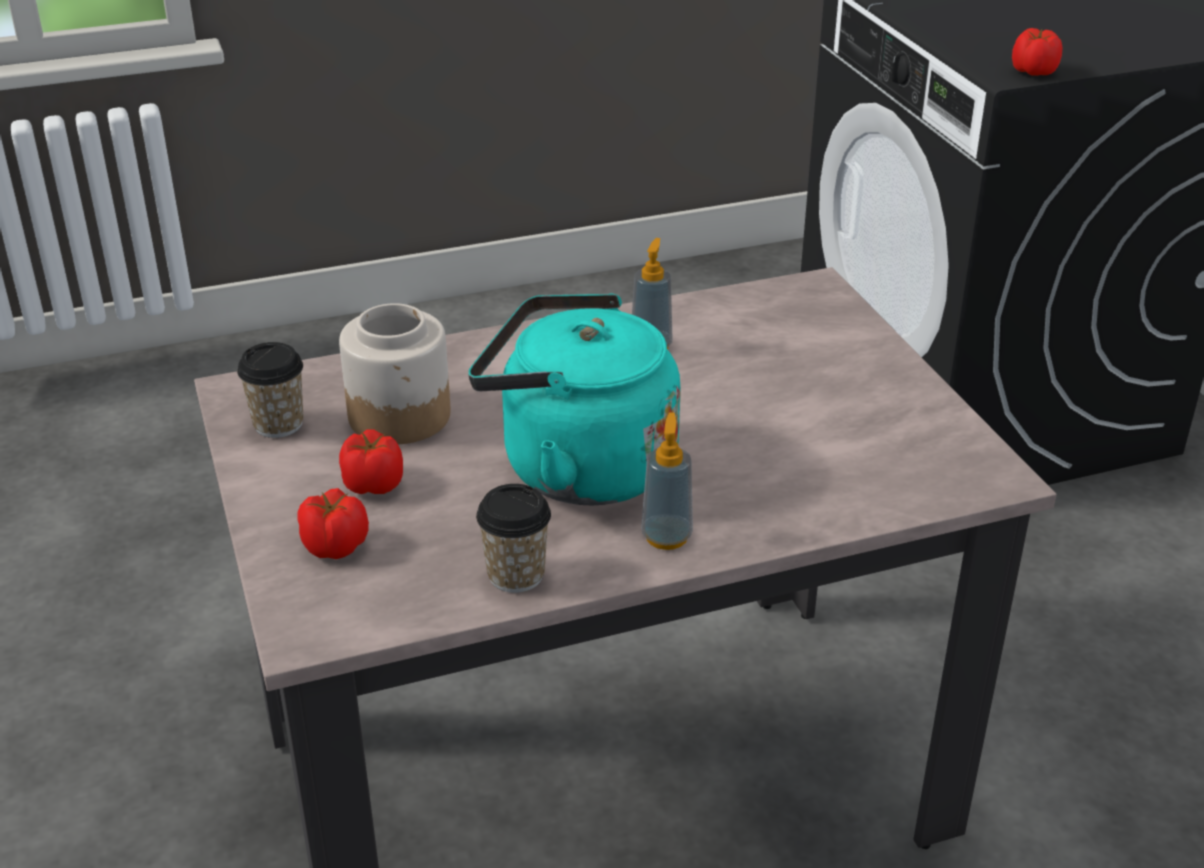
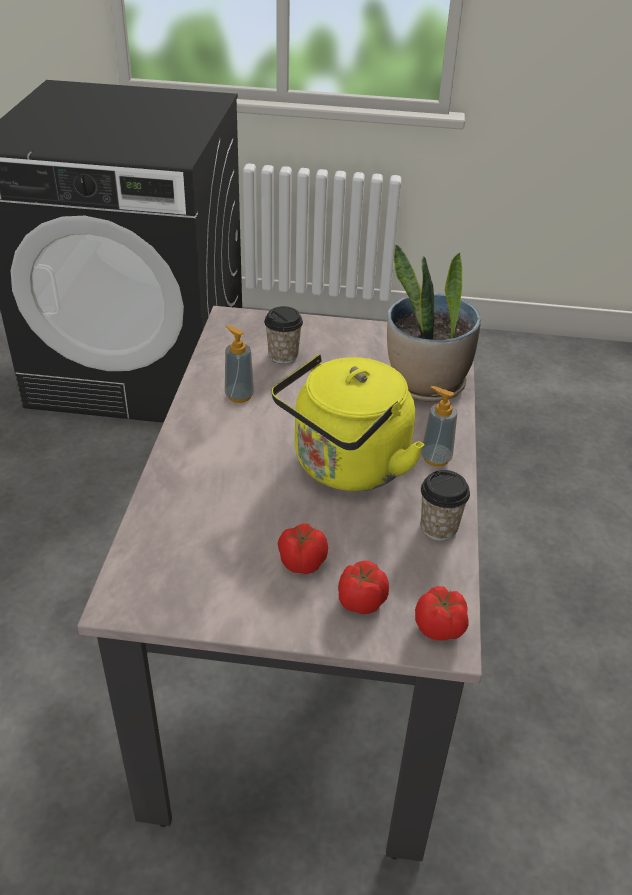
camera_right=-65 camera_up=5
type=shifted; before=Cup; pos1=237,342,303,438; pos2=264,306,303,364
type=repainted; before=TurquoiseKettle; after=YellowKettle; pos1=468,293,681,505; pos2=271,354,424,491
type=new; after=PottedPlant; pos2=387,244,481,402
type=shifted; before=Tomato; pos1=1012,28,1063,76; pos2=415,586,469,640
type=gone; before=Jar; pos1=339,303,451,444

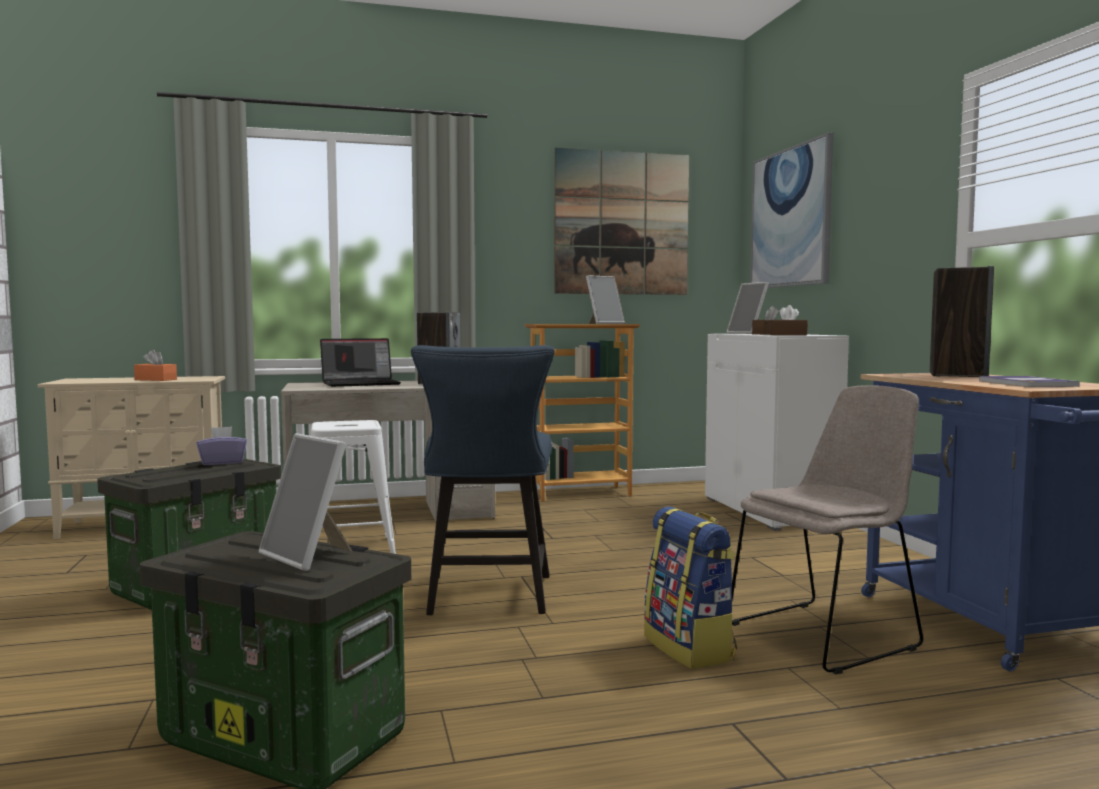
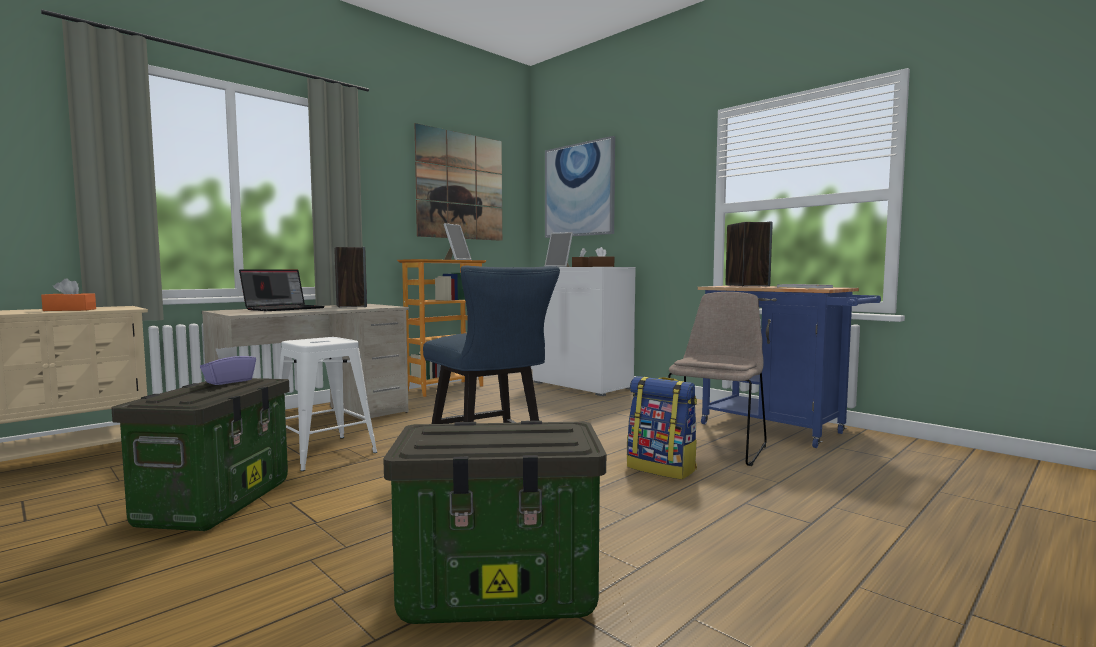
camera_right=-30 camera_up=0
type=gone; before=PictureFrame; pos1=259,433,352,571

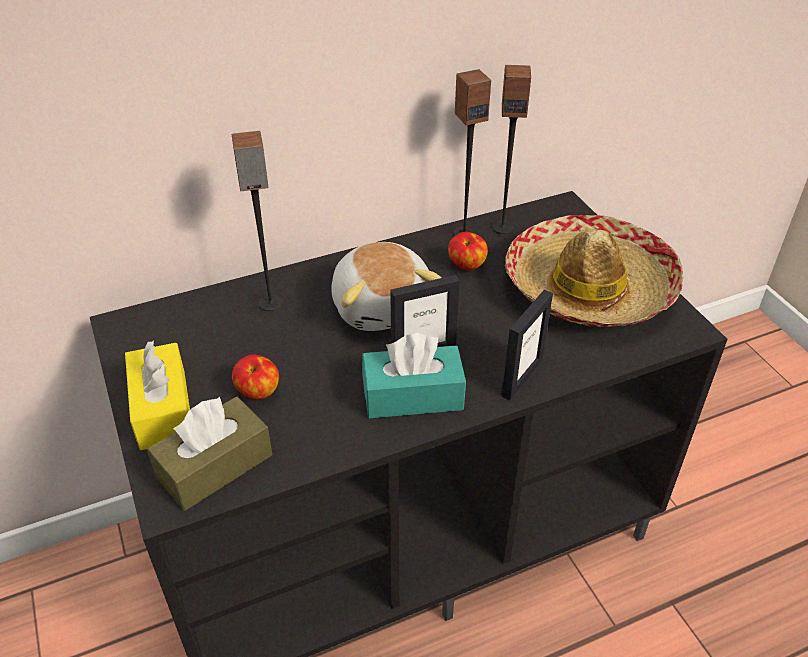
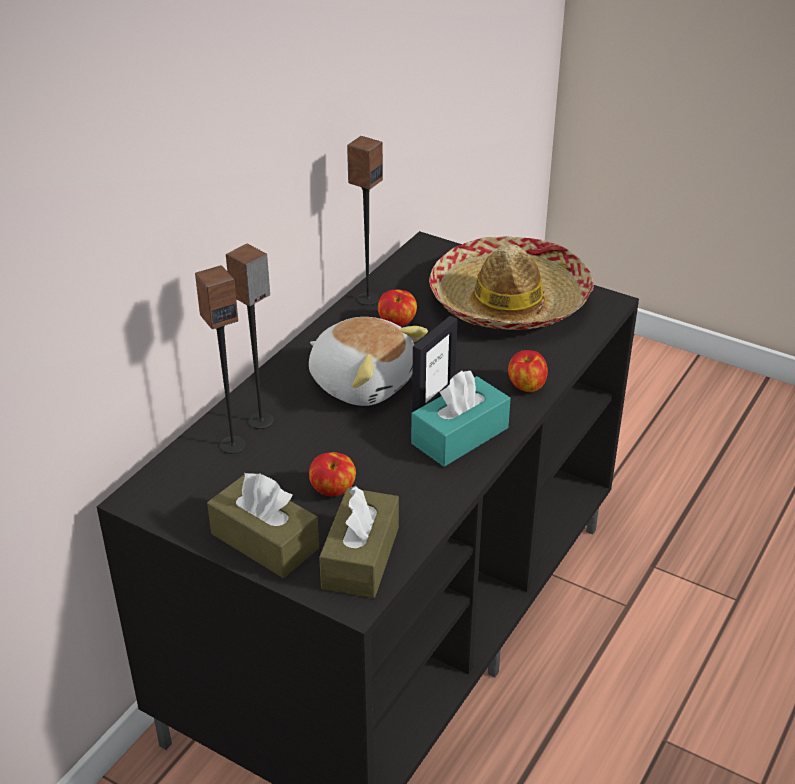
camera_right=-35 camera_up=-5
type=shifted; before=Speaker; pos1=492,65,531,234; pos2=195,265,246,454
type=repainted; before=YellowTissueBox; after=BrownTissueBox; pos1=125,340,190,450; pos2=207,473,319,578
type=swapped; before=PictureFrame; after=Apple; pos1=501,290,553,400; pos2=508,350,548,392

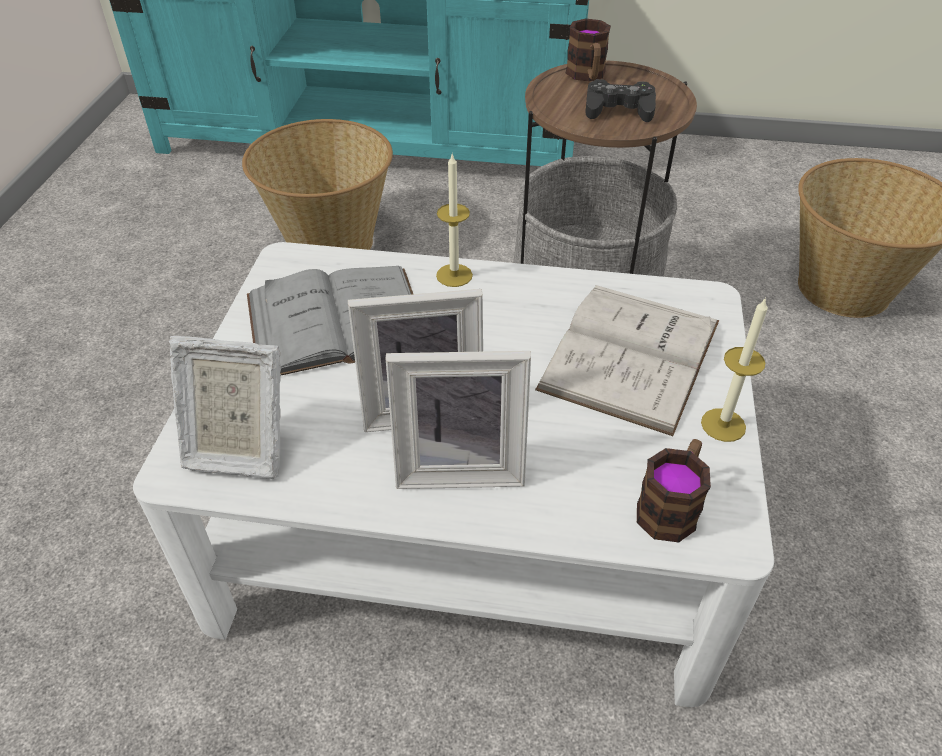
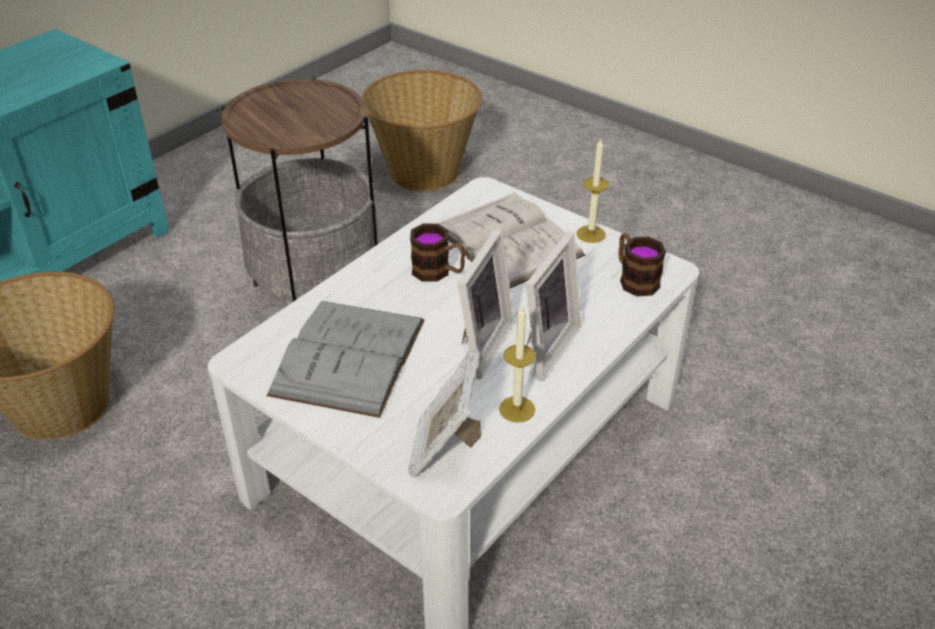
camera_right=-60 camera_up=-5
type=rotated; before=PictureFrame; pos1=169,336,281,479; pos2=408,350,481,478; turn=150
type=shifted; before=Mug; pos1=566,19,611,82; pos2=410,224,465,282
type=shifted; before=Candle; pos1=436,154,473,287; pos2=499,306,536,423
type=gone; before=BlackGameController; pos1=585,79,656,122

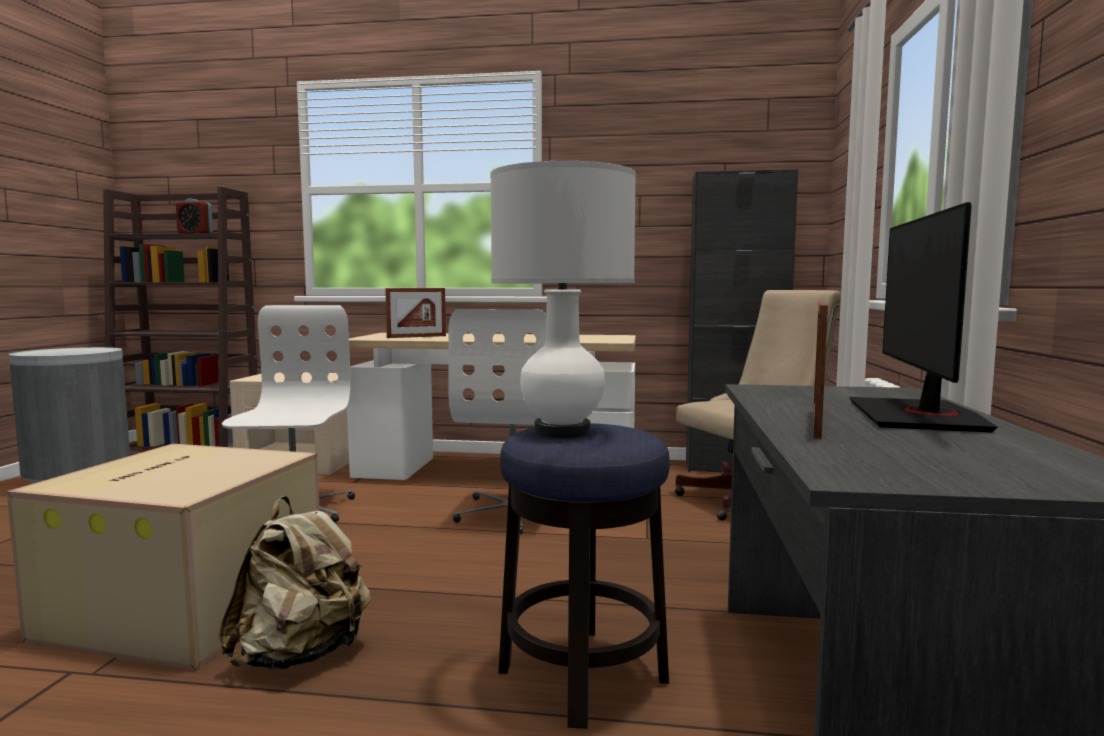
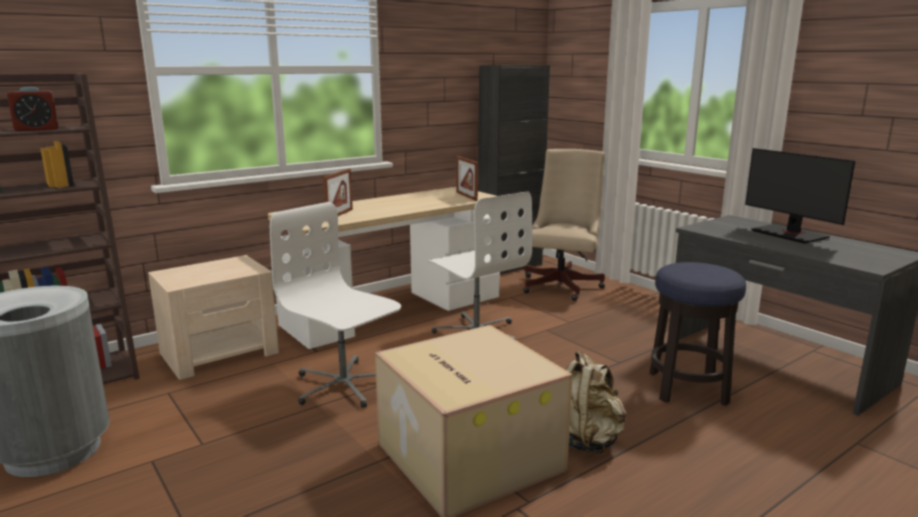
camera_right=-45 camera_up=10
type=shifted; before=PictureFrame; pos1=813,302,828,439; pos2=457,156,478,201
type=gone; before=WhiteTableLamp; pos1=490,161,636,438

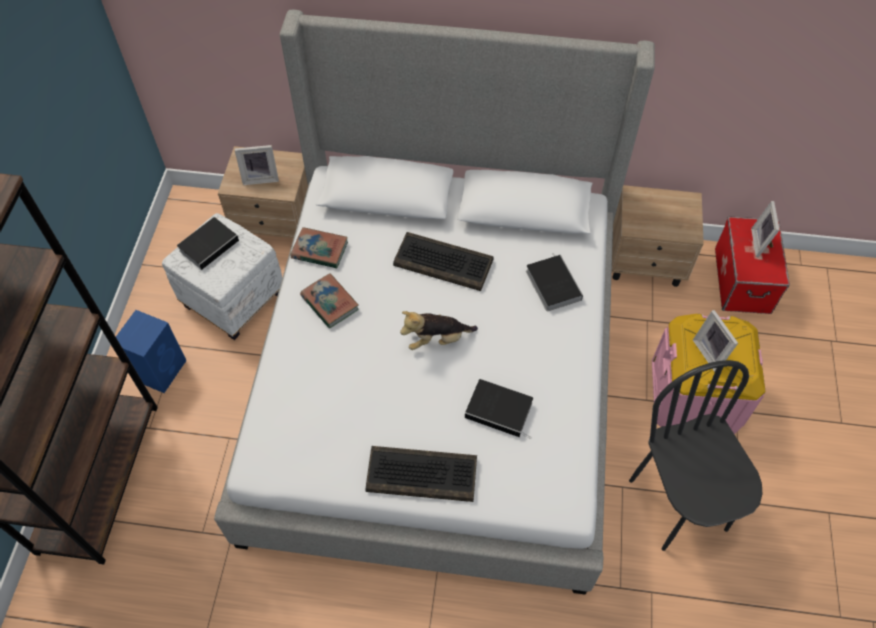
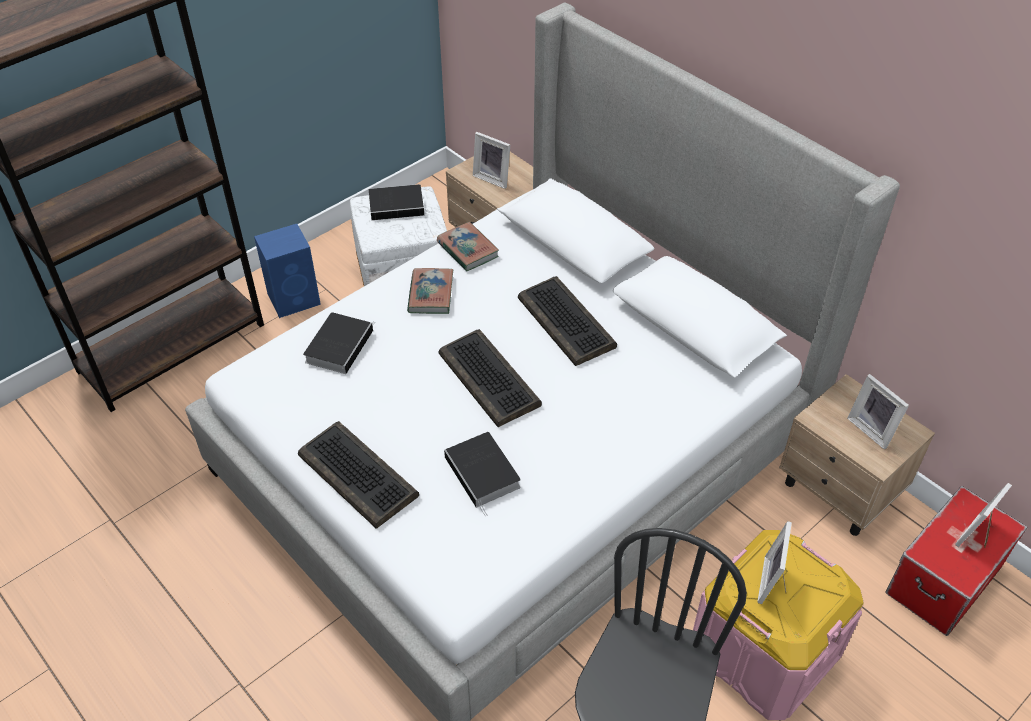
camera_right=40 camera_up=-10
type=shifted; before=Book; pos1=526,254,583,312; pos2=303,312,375,374
type=swapped; before=PlushToy; after=Keyboard; pos1=400,311,478,350; pos2=438,329,542,427
type=new; after=PictureFrame; pos2=847,374,909,450

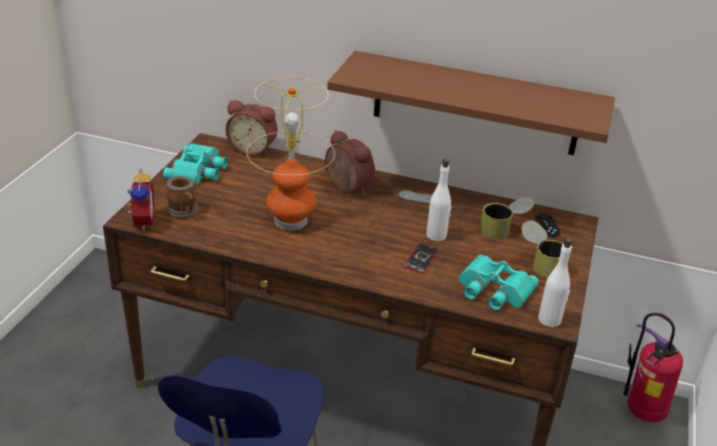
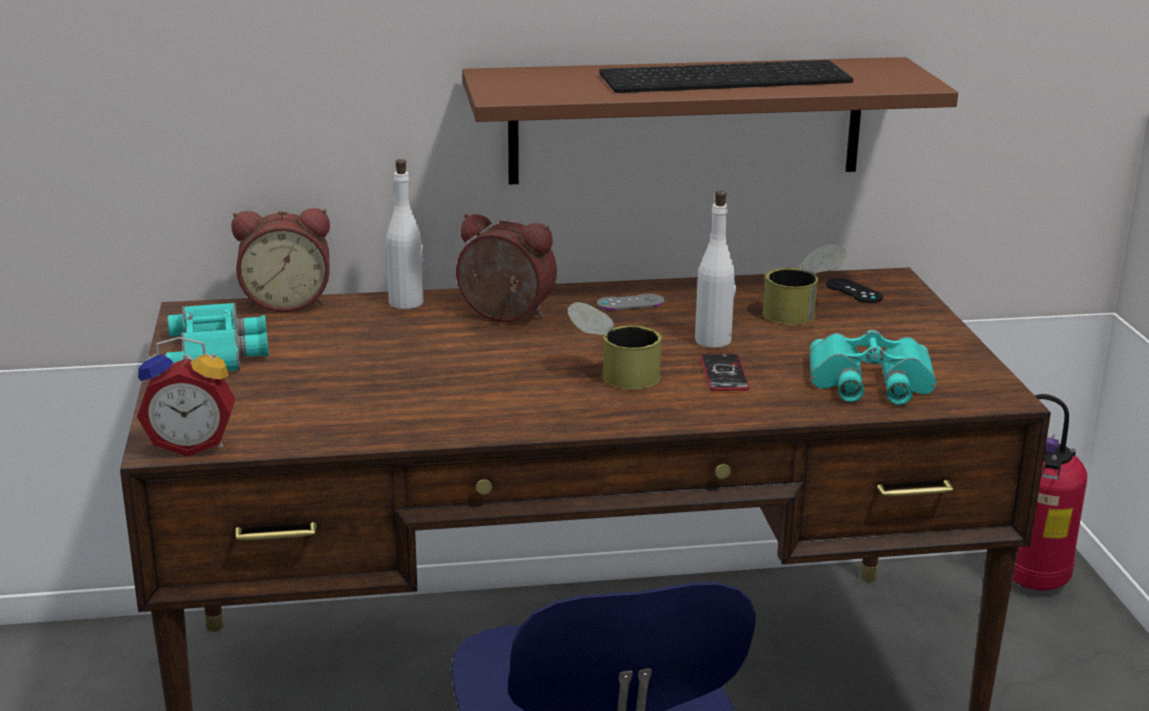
camera_right=-25 camera_up=-10
type=rotated; before=AlarmClock; pos1=127,169,155,231; pos2=137,337,235,457; turn=120
type=shifted; before=WhiteBottle; pos1=538,237,572,327; pos2=386,159,423,309
type=shifted; before=Can; pos1=522,220,563,278; pos2=567,302,662,389
type=new; after=Keyboard; pos2=599,60,853,93
type=gone; before=Mug; pos1=166,176,199,219
type=gone; before=TableLamp; pos1=247,78,335,231

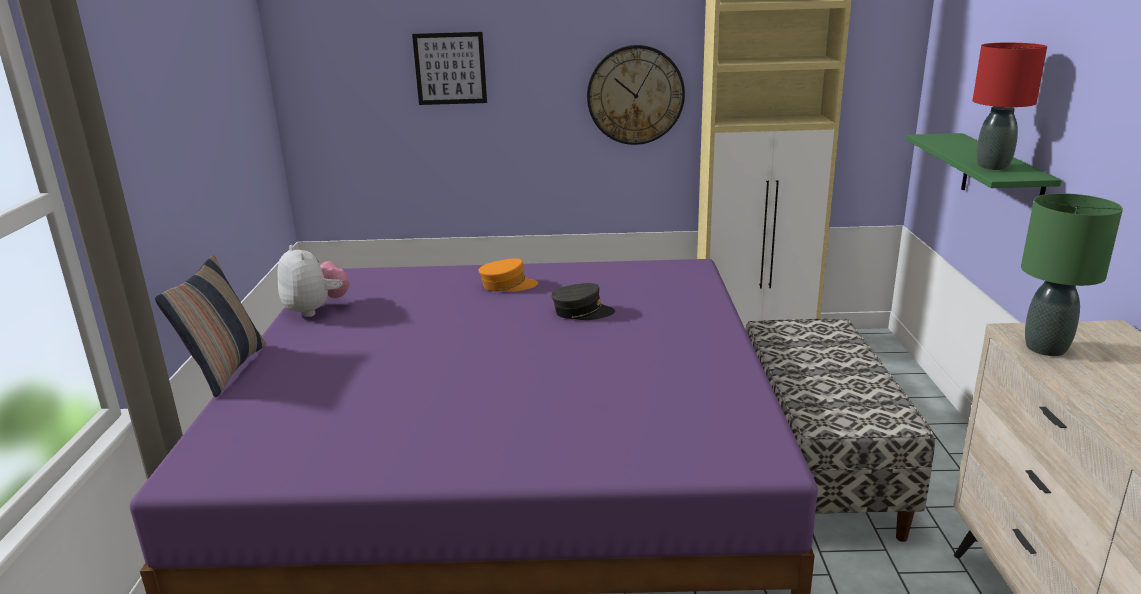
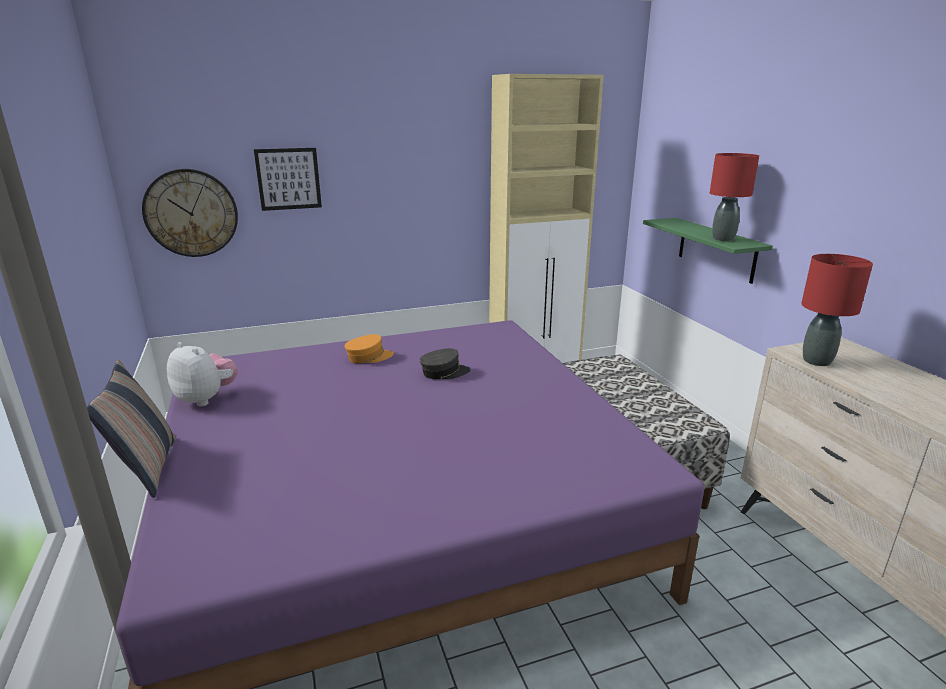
camera_right=-20 camera_up=0
type=shifted; before=WallClock; pos1=587,45,685,145; pos2=142,169,238,257
type=repainted; before=GreenTableLamp; after=RedTableLamp; pos1=1021,193,1123,356; pos2=801,254,873,366

